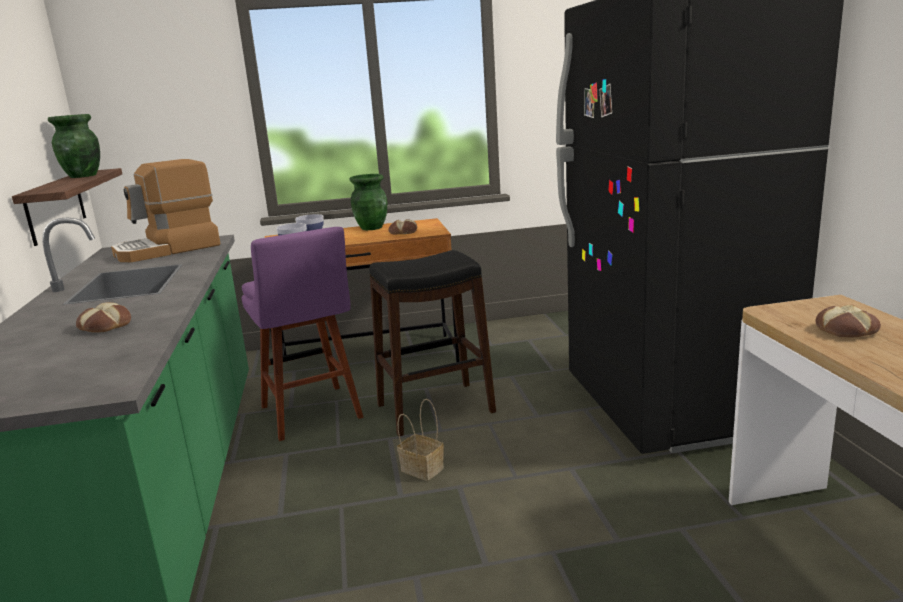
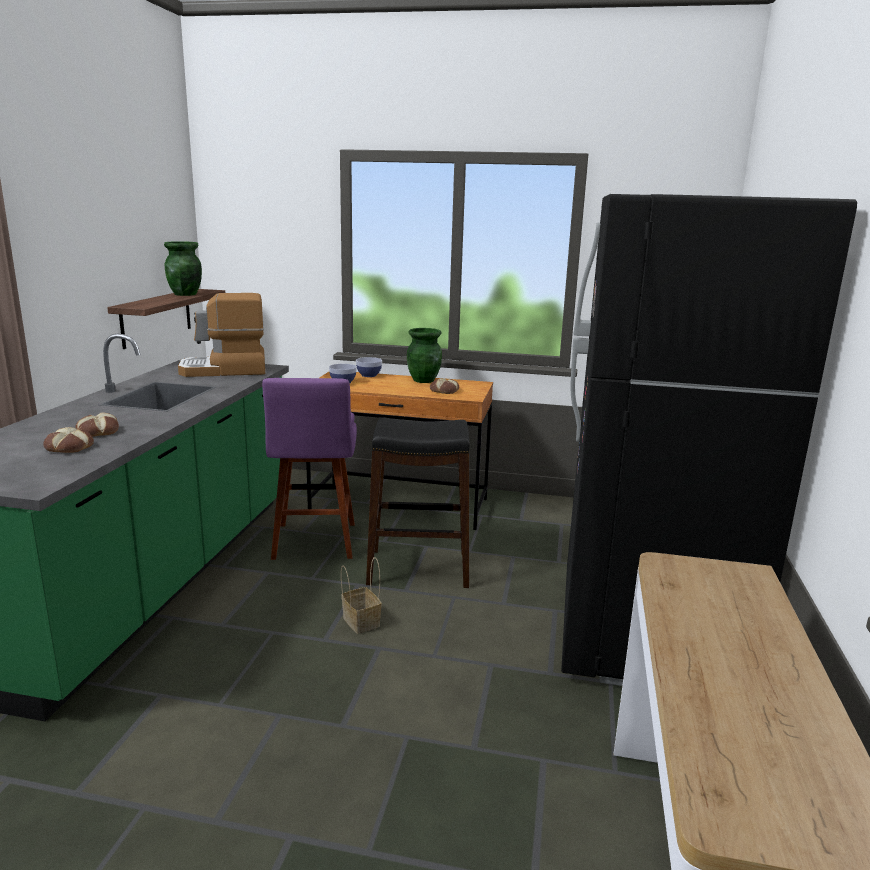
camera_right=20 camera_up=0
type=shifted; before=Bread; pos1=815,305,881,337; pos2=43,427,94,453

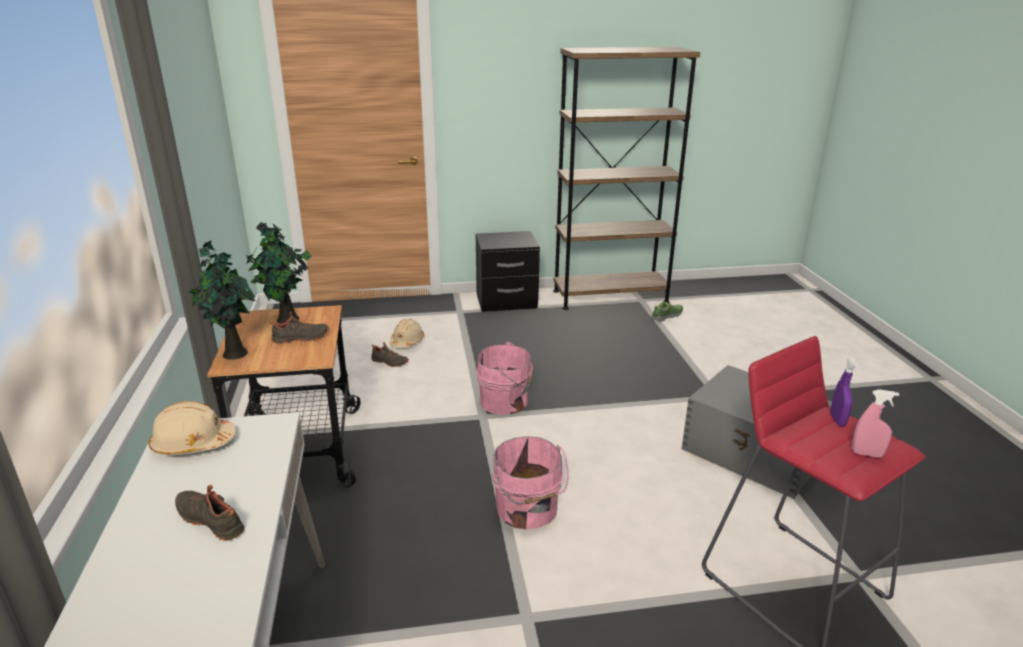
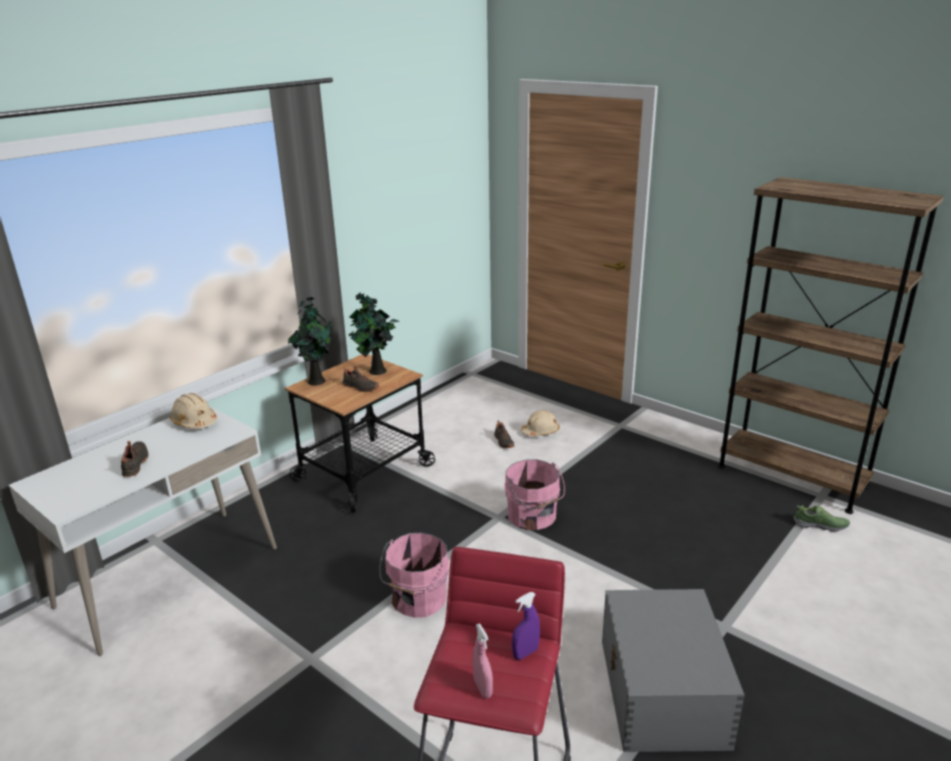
camera_right=50 camera_up=0
type=gone; before=BlackNightstand; pos1=476,231,540,312

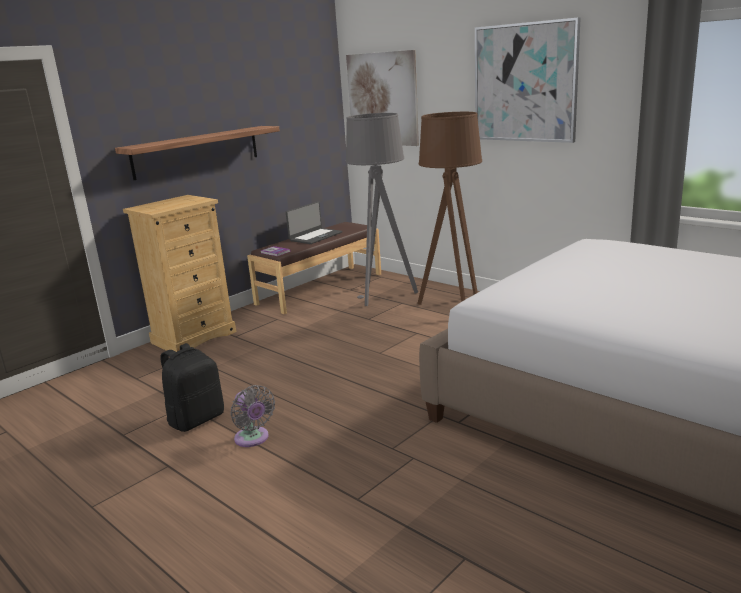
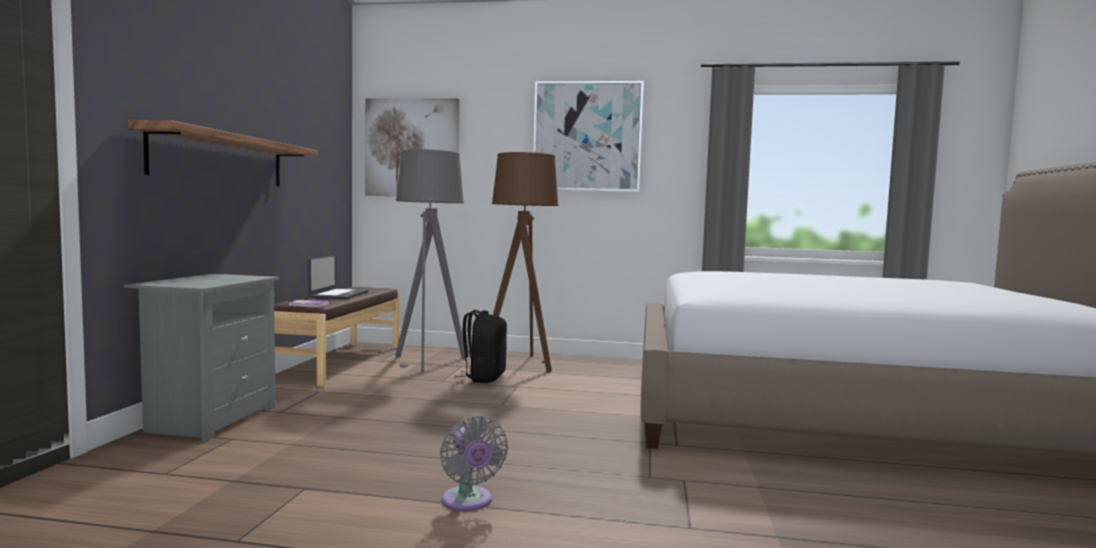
camera_right=-35 camera_up=-15
type=swapped; before=BeigeDresser; after=GreyNightstand; pos1=123,195,236,352; pos2=124,274,280,442
type=rotated; before=GreyFan; pos1=230,385,275,447; pos2=440,416,508,511; turn=45
type=shifted; before=BlackBackpack; pos1=160,343,224,432; pos2=454,310,507,383

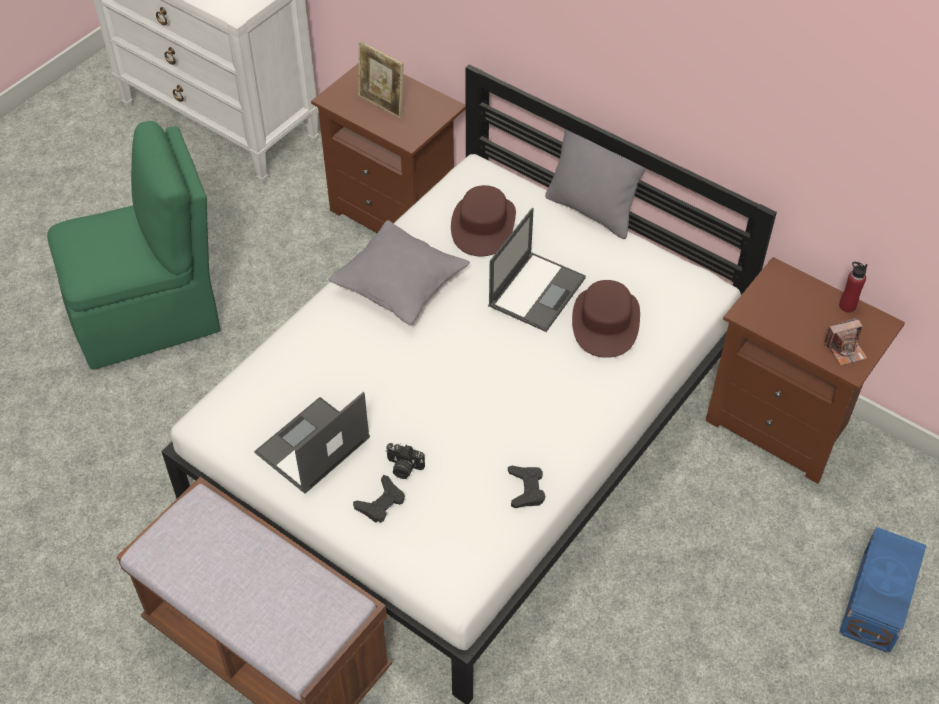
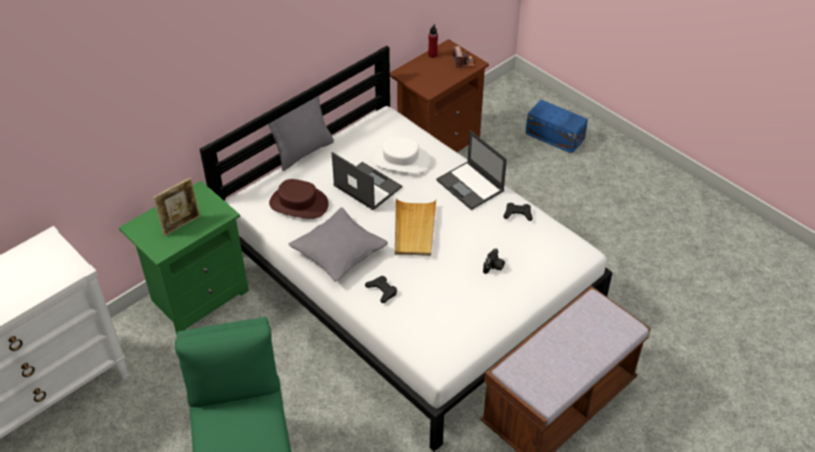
camera_right=-80 camera_up=-5
type=repainted; before=BrownNightstand; after=GreenNightstand; pos1=311,64,466,233; pos2=119,181,249,335
type=shifted; before=BlackGameController; pos1=353,475,405,523; pos2=365,276,397,303
type=repainted; before=BrownHat; after=WhiteHat; pos1=572,280,640,358; pos2=373,136,430,174
type=new; after=BeigeTray; pos2=395,198,436,256
type=shifted; before=Laptop; pos1=254,392,370,494; pos2=436,130,507,210

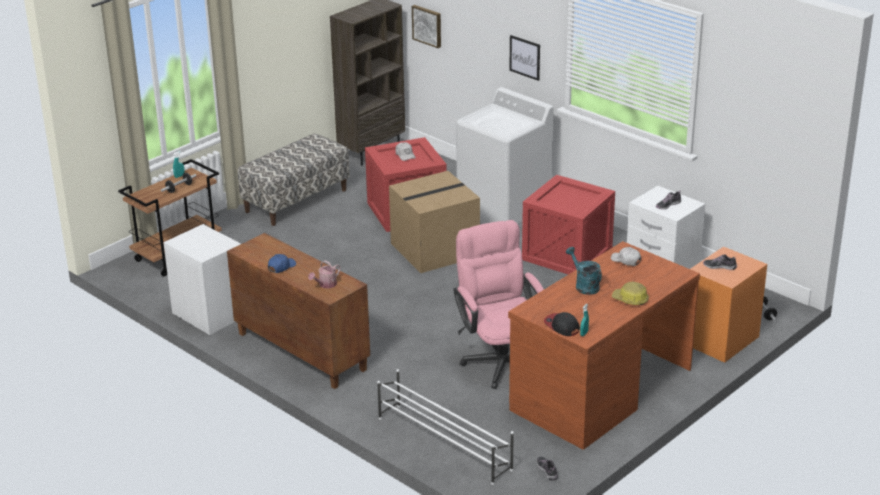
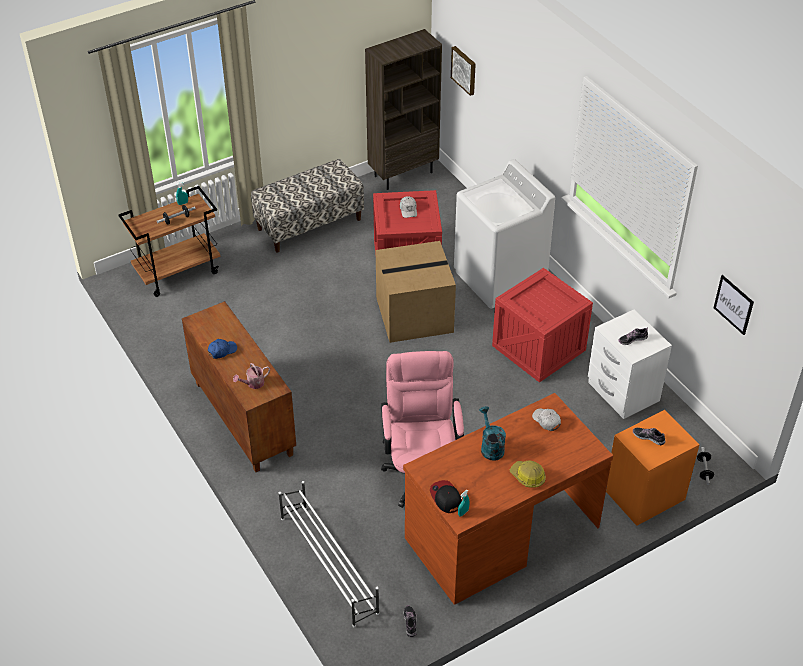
camera_right=15 camera_up=15
type=shifted; before=Picture; pos1=509,35,540,81; pos2=714,275,754,335
type=gone; before=WhiteNightstand; pos1=163,224,241,335

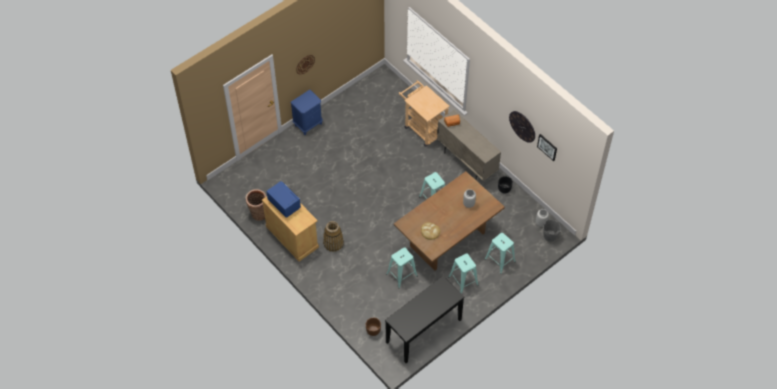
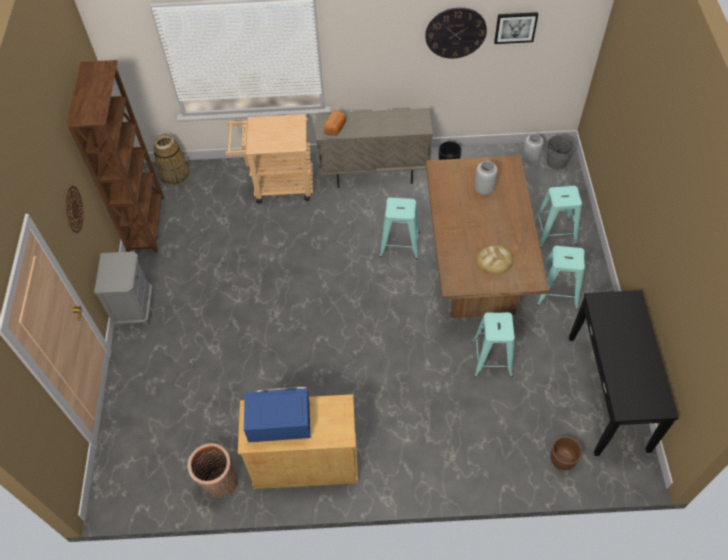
camera_right=-50 camera_up=0
type=new; after=BrownBookcase; pos2=66,60,164,253
type=repainted; before=BlueNightstand; after=GreyNightstand; pos1=290,90,323,135; pos2=94,251,153,328
type=shifted; before=Basket; pos1=323,221,344,252; pos2=154,133,190,186

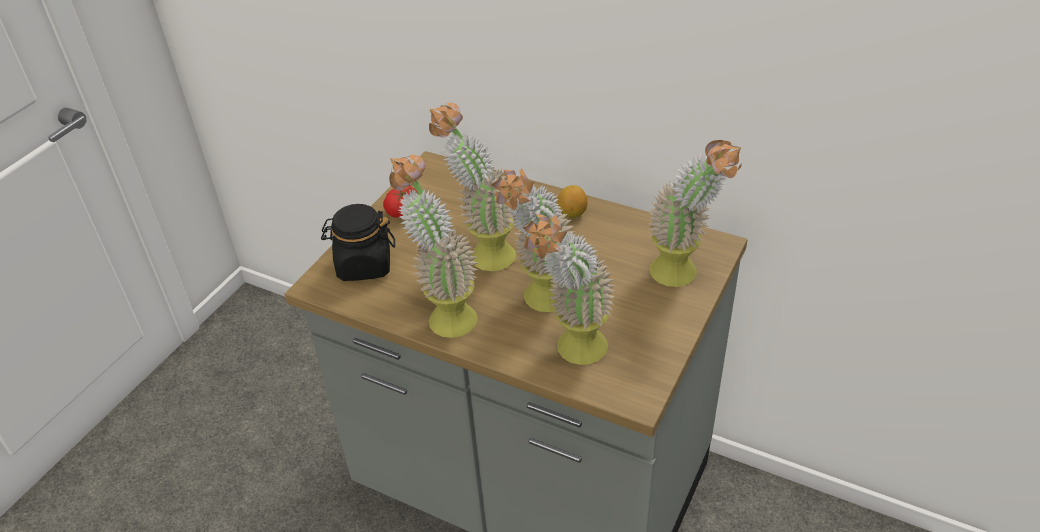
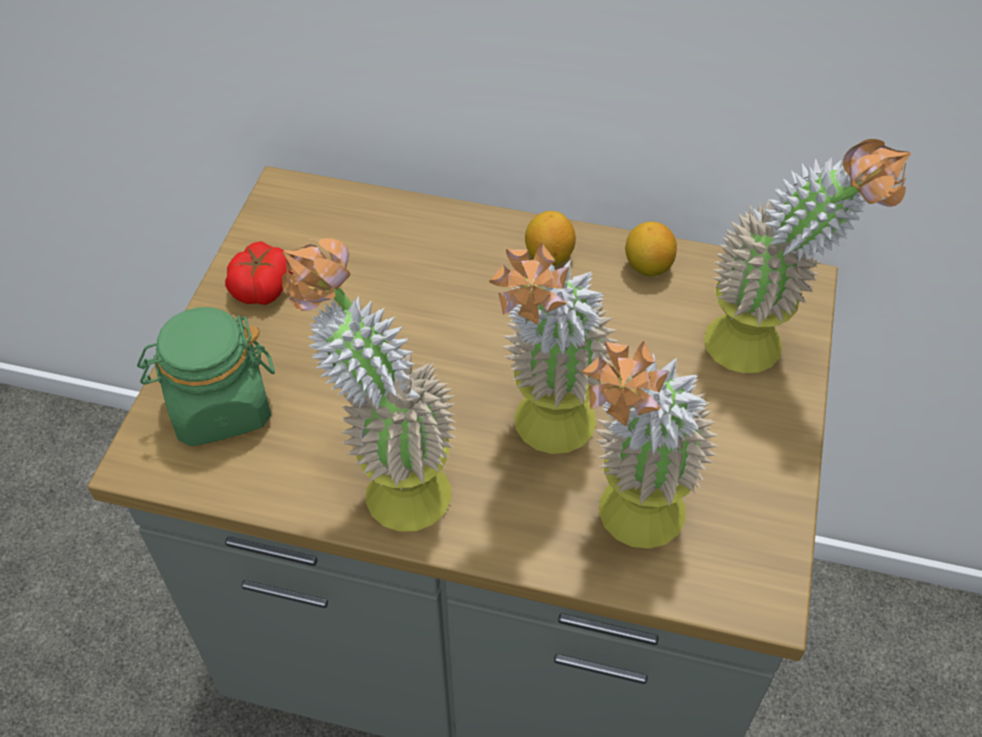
camera_right=-15 camera_up=10
type=repainted; before=BlackJar; after=GreenJar; pos1=321,204,395,281; pos2=137,307,275,446
type=new; after=Lemon; pos2=625,222,677,276
type=gone; before=PottedPlant; pos1=429,103,516,271

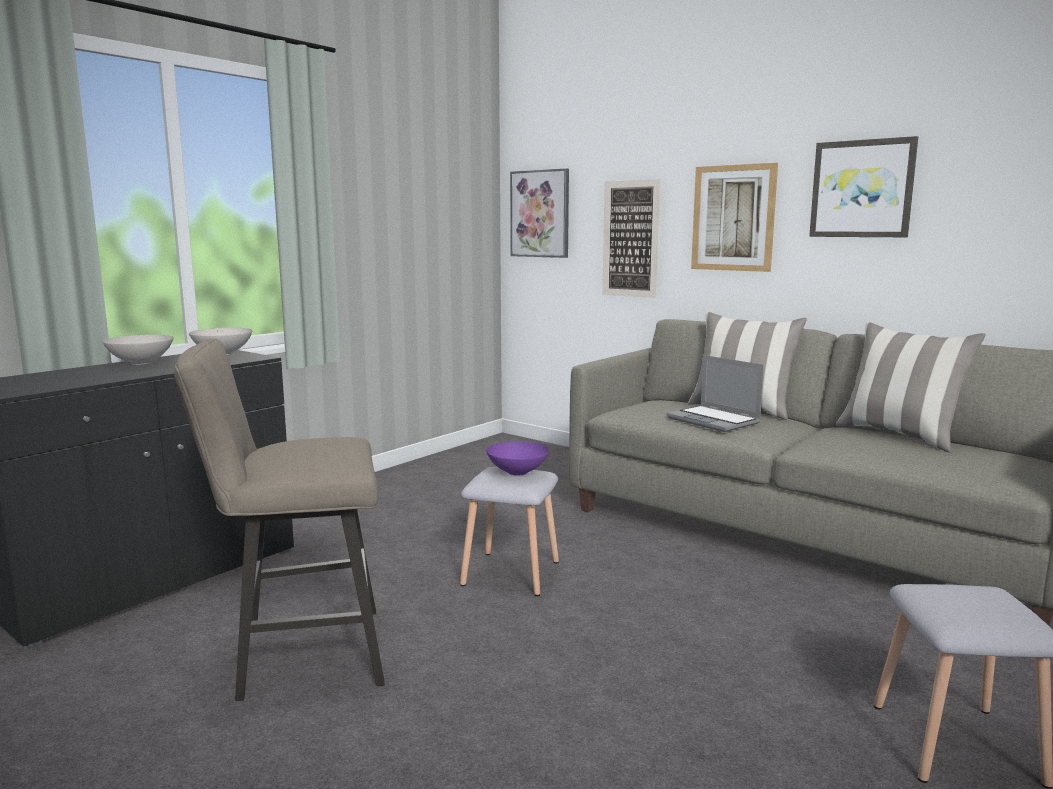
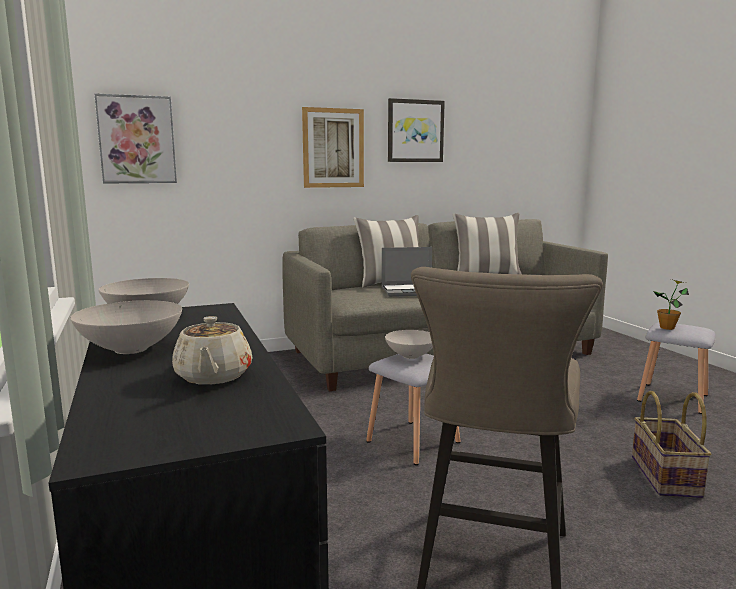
camera_right=-60 camera_up=0
type=new; after=BeigeTeapot; pos2=172,316,253,385
type=repainted; before=PurpleBowl; after=WhiteBowl; pos1=486,441,549,476; pos2=385,330,433,359
type=new; after=Basket; pos2=632,391,711,498
type=new; after=PottedPlant; pos2=653,279,689,330
type=gone; before=Picture; pos1=602,179,661,298

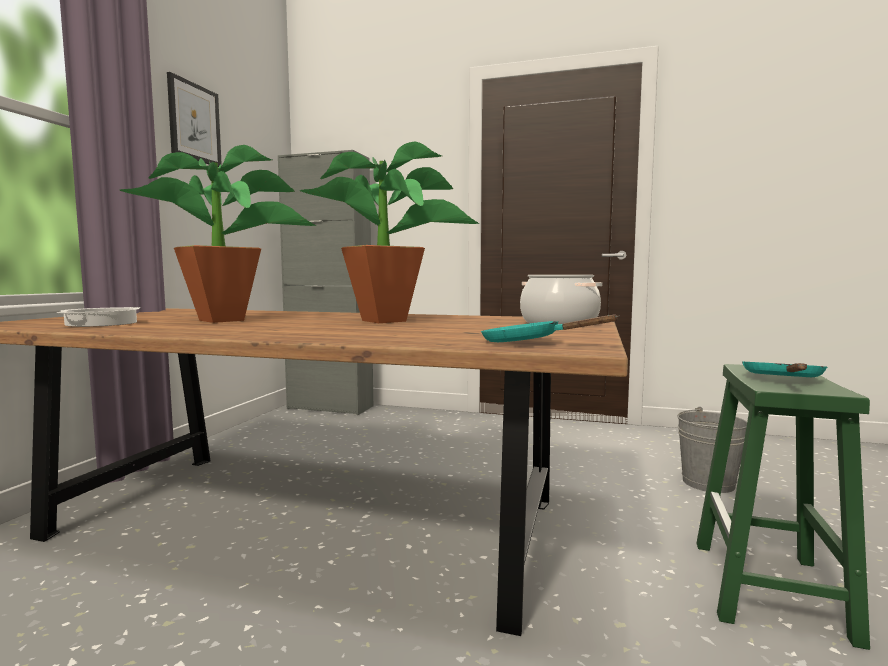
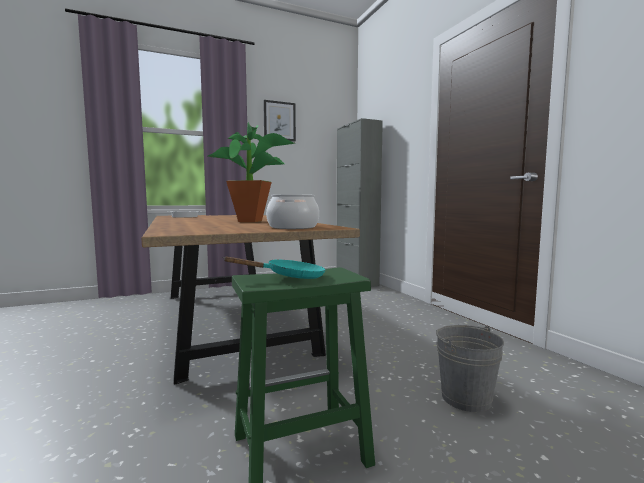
camera_right=50 camera_up=0
type=gone; before=PottedPlant; pos1=119,145,316,323
type=gone; before=TurquoiseFryingPan; pos1=481,314,619,342

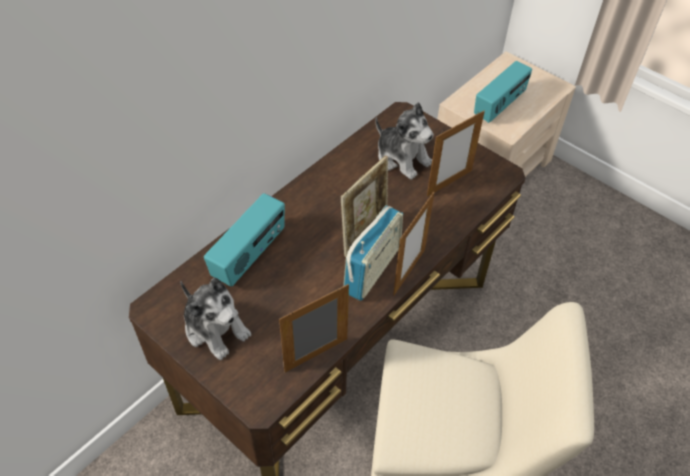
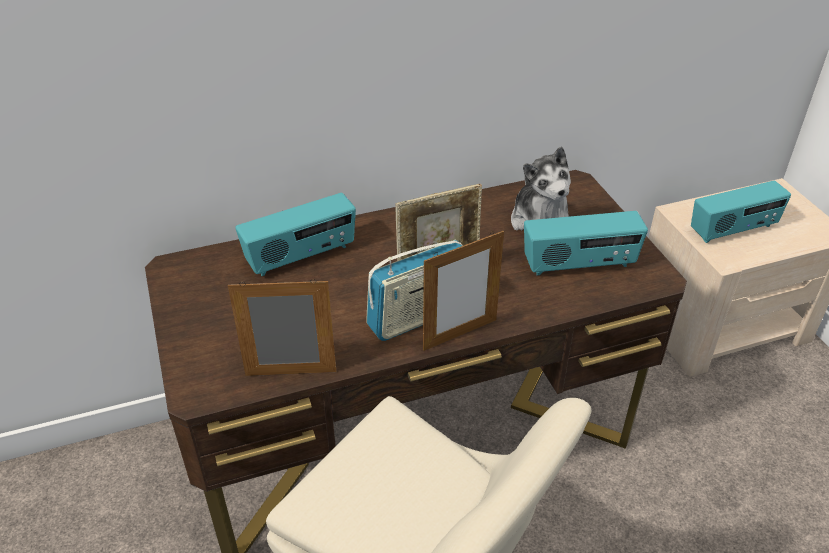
camera_right=30 camera_up=-10
type=swapped; before=PictureFrame; after=Radio; pos1=427,111,485,197; pos2=524,211,648,275
type=gone; before=PlushToy; pos1=180,278,251,360

